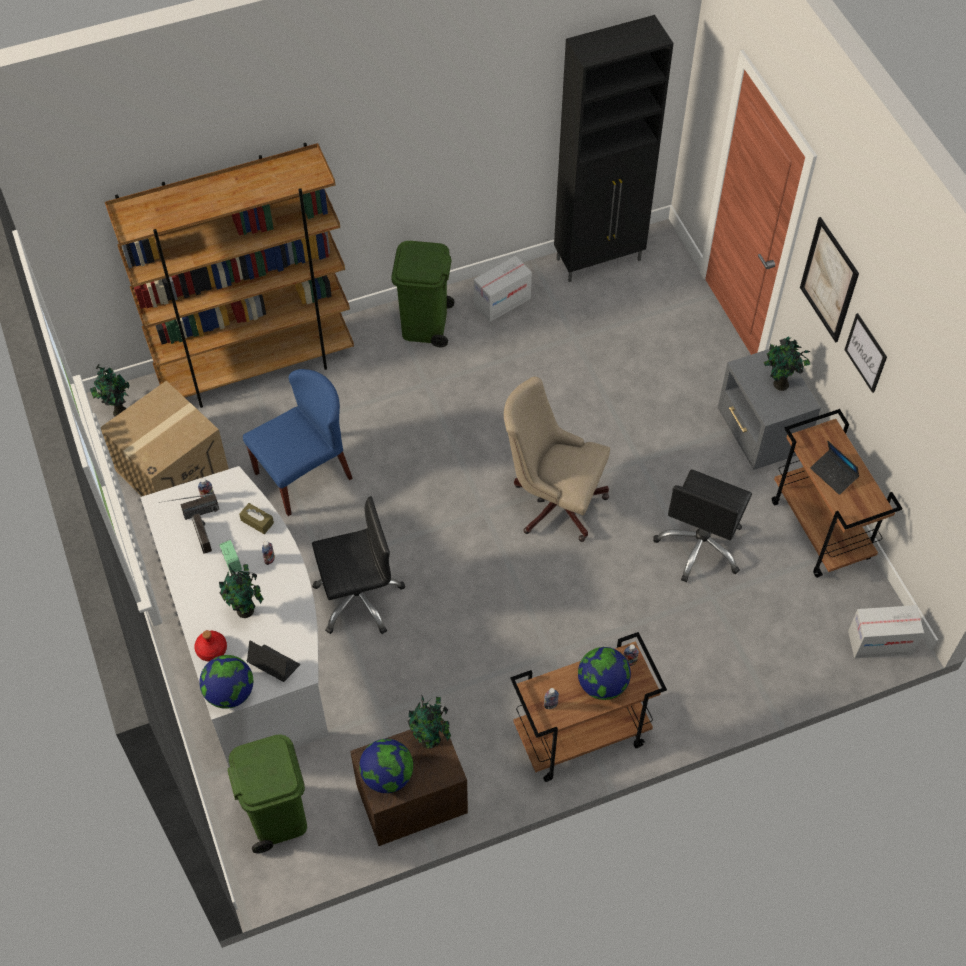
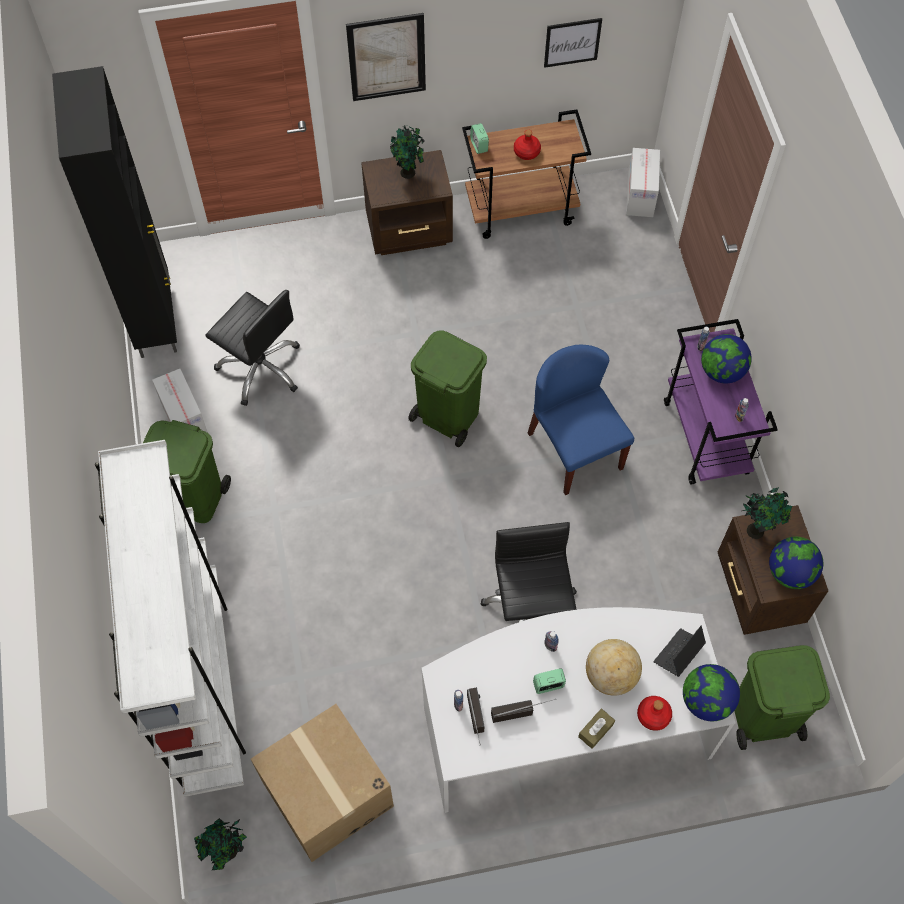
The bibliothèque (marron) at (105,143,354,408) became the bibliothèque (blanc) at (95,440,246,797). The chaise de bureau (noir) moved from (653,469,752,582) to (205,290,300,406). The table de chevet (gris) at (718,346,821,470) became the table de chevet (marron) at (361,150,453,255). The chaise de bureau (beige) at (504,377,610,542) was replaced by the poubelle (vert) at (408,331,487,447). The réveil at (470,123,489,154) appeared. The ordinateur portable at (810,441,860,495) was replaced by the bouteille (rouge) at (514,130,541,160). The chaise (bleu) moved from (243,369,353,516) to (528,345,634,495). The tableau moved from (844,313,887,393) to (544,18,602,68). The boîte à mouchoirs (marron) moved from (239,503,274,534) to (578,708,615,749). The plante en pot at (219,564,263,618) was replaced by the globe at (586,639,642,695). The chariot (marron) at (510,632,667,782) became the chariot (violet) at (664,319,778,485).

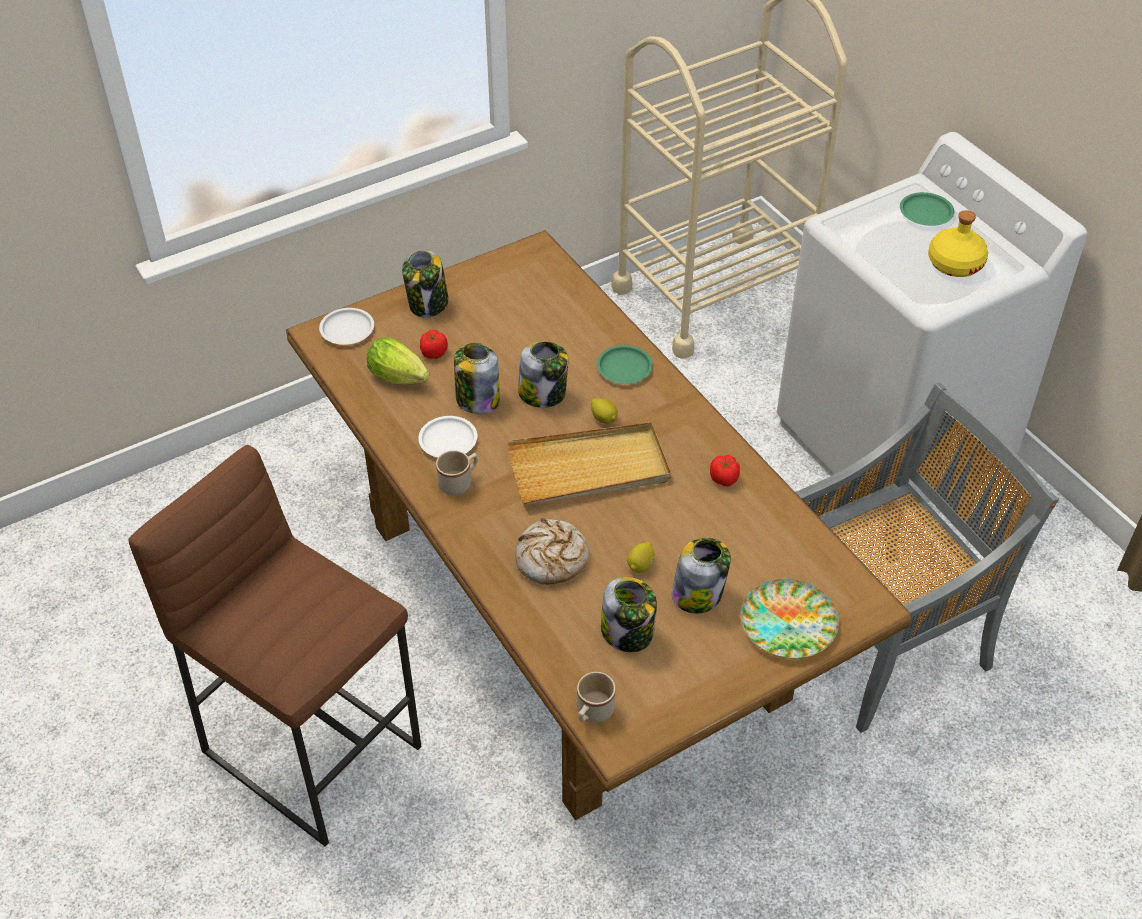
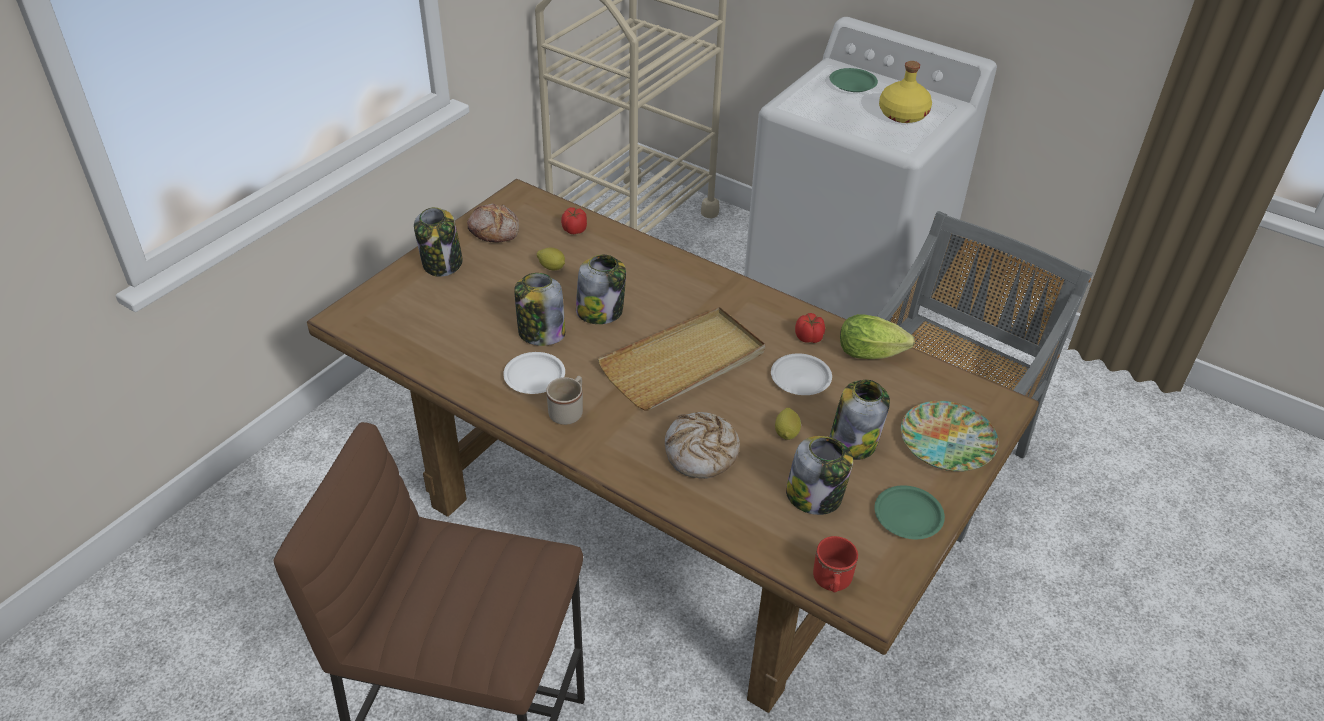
The pain at (467,204,519,243) appeared. The citron moved from (591,398,618,424) to (537,248,565,270). The tomate moved from (420,330,448,359) to (561,207,587,234). The assiette (blanc) moved from (319,308,374,345) to (771,353,832,395). The mug (beige) at (577,672,616,723) became the mug (rouge) at (813,536,858,592). The laitue moved from (367,337,429,384) to (840,314,915,359). The assiette (vert) moved from (597,345,653,384) to (874,485,945,539).

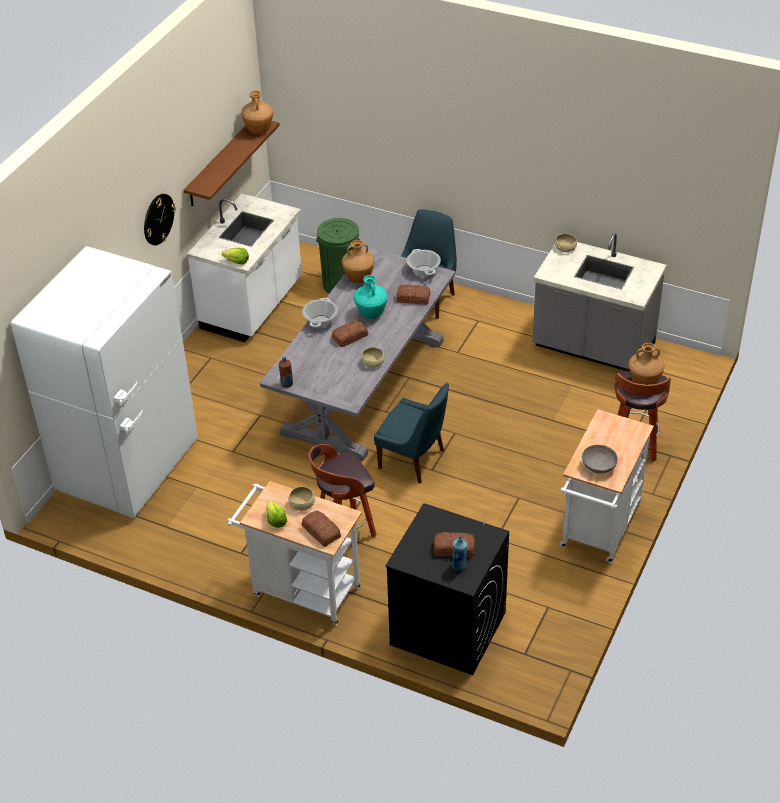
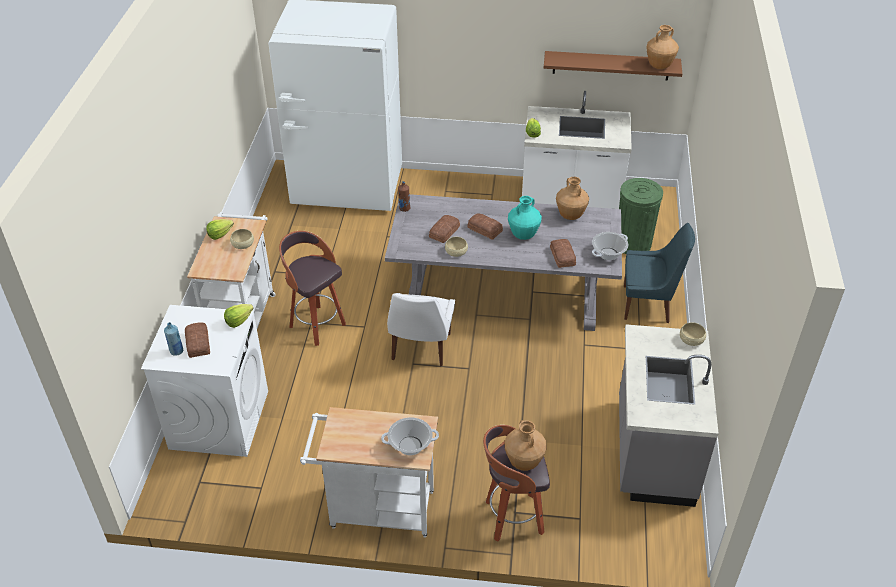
The lave-linge (noir) at (385,503,509,675) became the lave-linge (blanc) at (141,305,268,457). The laitue at (224,304,254,328) appeared. The marmite moved from (302,298,338,327) to (381,417,439,455). The chaise (bleu) at (374,383,449,484) became the chaise (blanc) at (387,293,455,366). The pain moved from (302,511,341,547) to (429,215,460,243). The horloge murale at (144,194,176,245) disappeared. The bol (gris) at (582,445,618,474) disappeared.

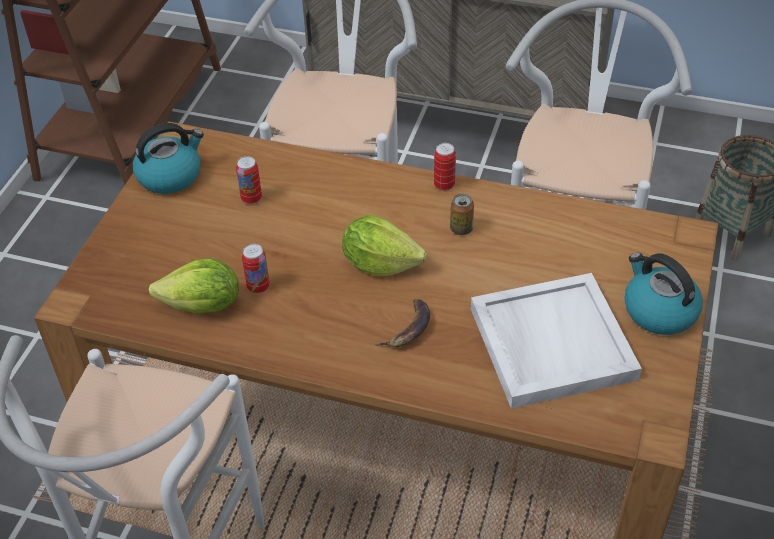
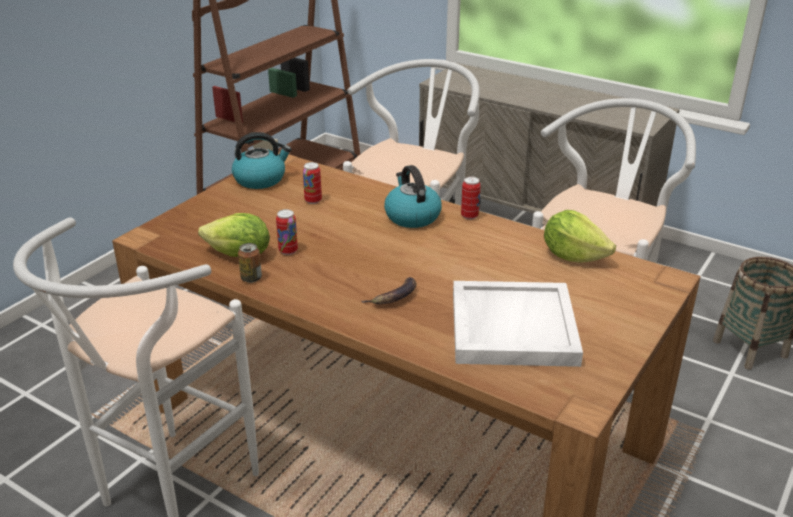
The boîte métallique moved from (450,194,474,235) to (238,243,262,283). The bouilloire moved from (624,253,703,335) to (384,165,442,228). The laitue moved from (342,215,427,276) to (544,210,616,263).

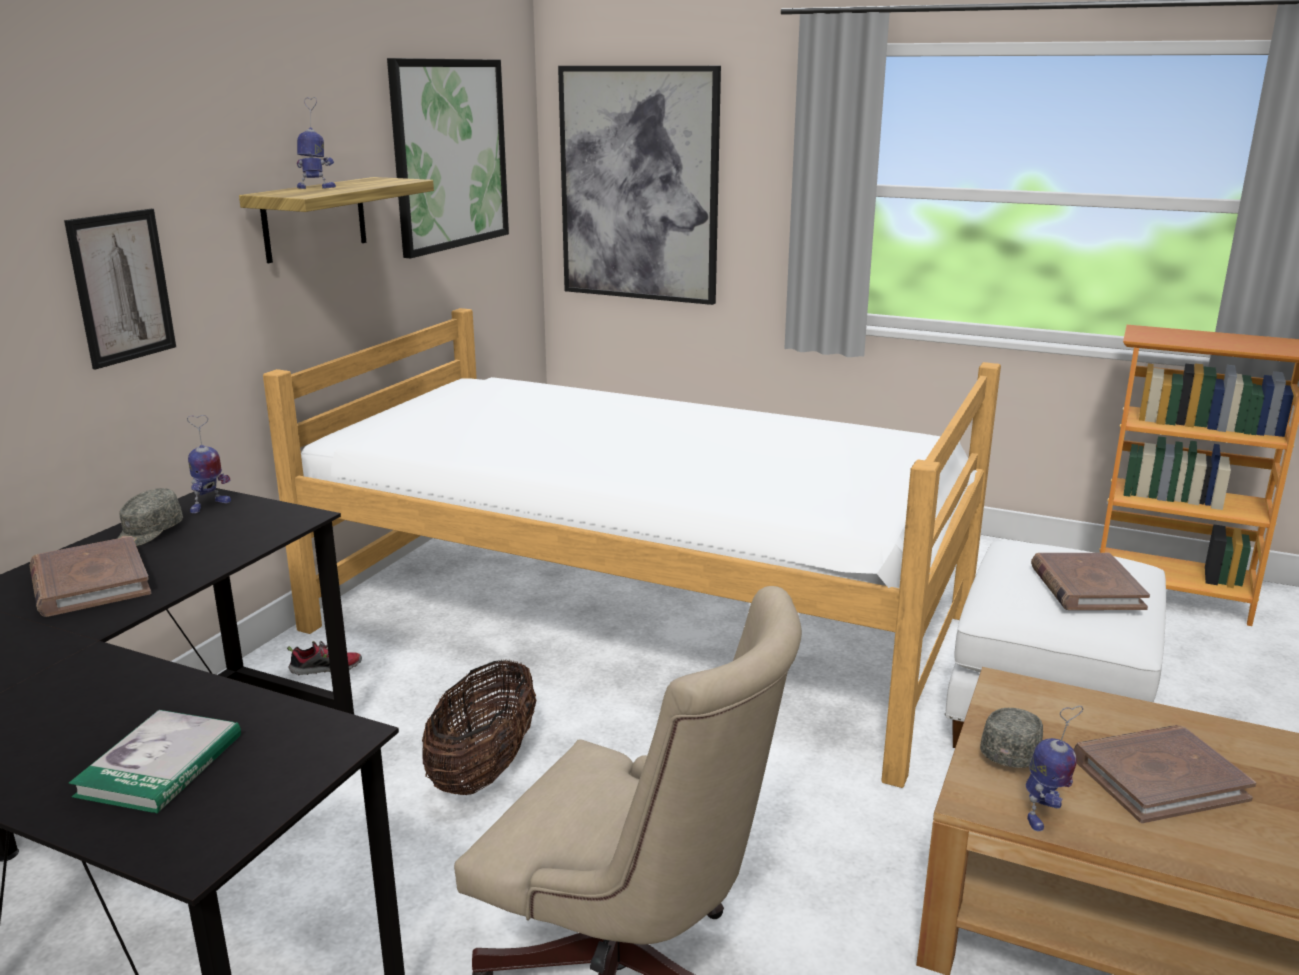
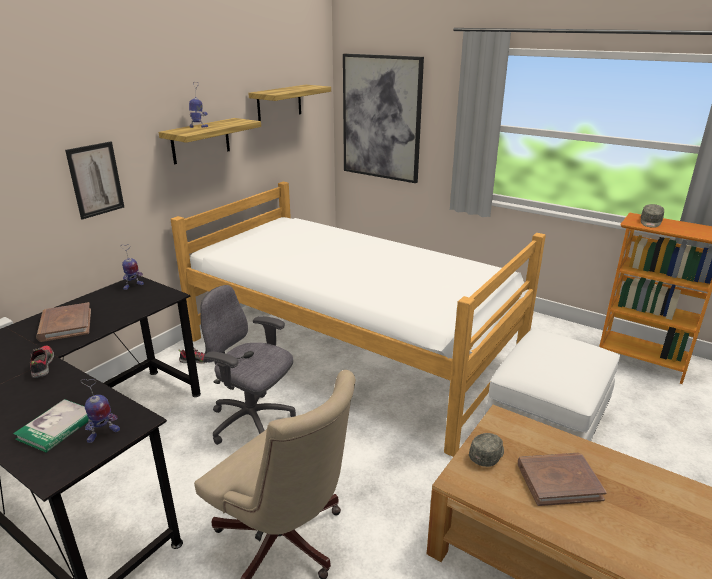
The chaussure at (30,345,54,378) appeared. The robot jouet moved from (1026,706,1083,831) to (81,379,120,443). The panier at (422,660,536,795) was replaced by the chaise de bureau (gris) at (200,285,296,445). The tableau at (387,58,509,258) was replaced by the étagère at (248,85,331,121). The casquette (gris) moved from (117,488,183,546) to (641,204,664,228). The livre (marron) at (1031,553,1150,610) disappeared.

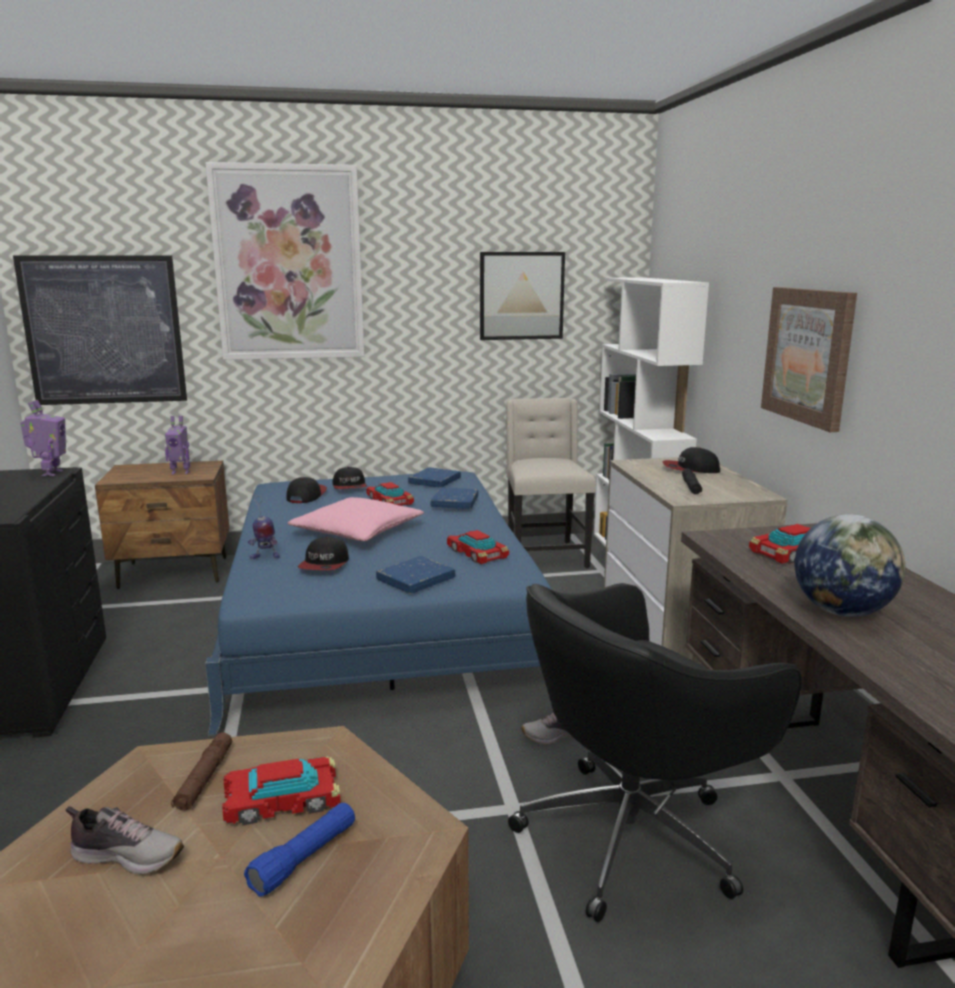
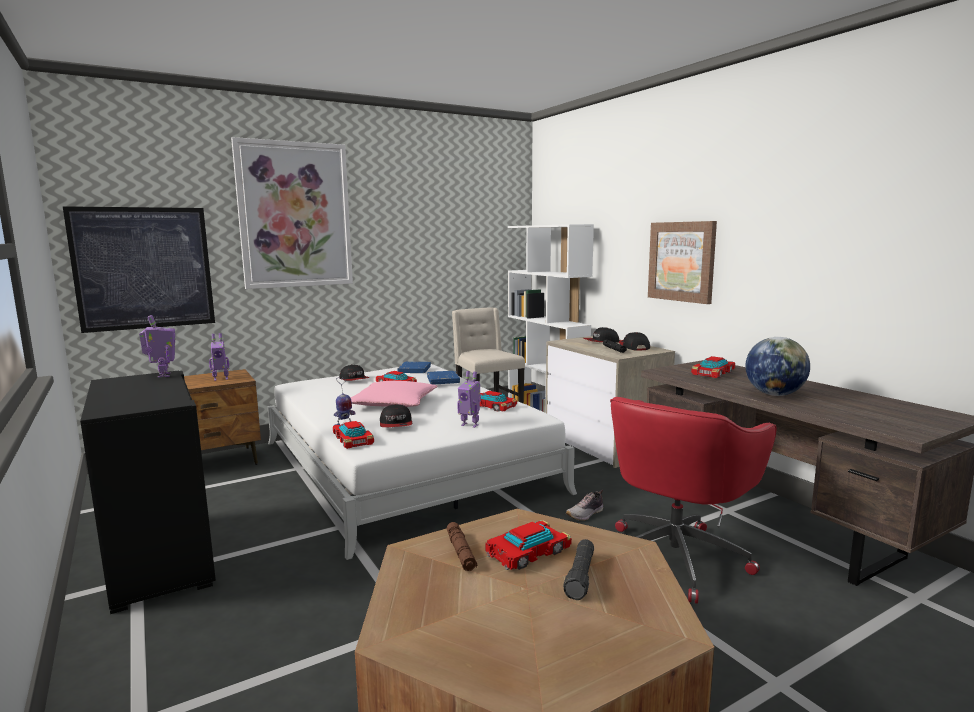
The lit (bleu) at (205,472,552,735) became the lit (blanc) at (268,364,577,560). The petite voiture at (333,421,374,449) appeared. The livre (bleu) at (376,556,455,594) was replaced by the robot jouet at (457,371,481,428). The lampe de poche (bleu) at (244,803,355,897) became the lampe de poche (noir) at (563,539,594,600). The chaise de bureau (noir) at (508,583,802,922) became the chaise de bureau (rouge) at (610,397,777,604). The casquette moved from (287,477,327,503) to (619,332,650,351). The chaussure at (65,806,184,875) disappeared. The tableau at (480,252,565,340) disappeared.

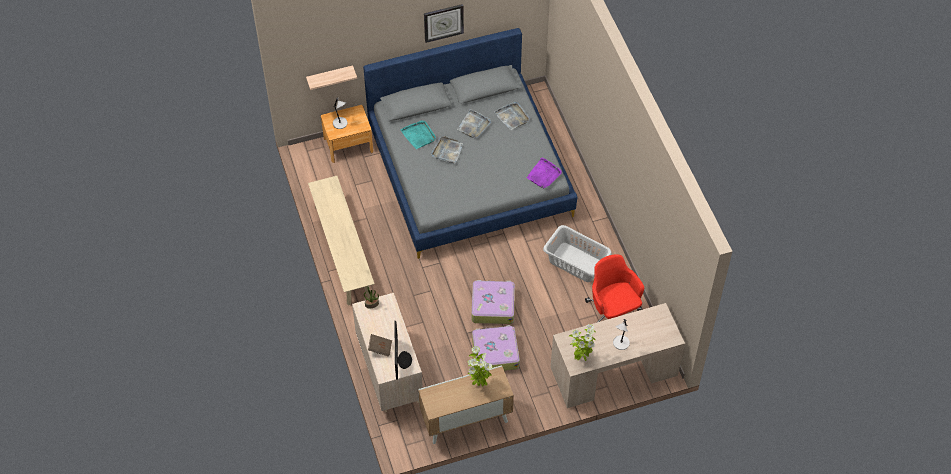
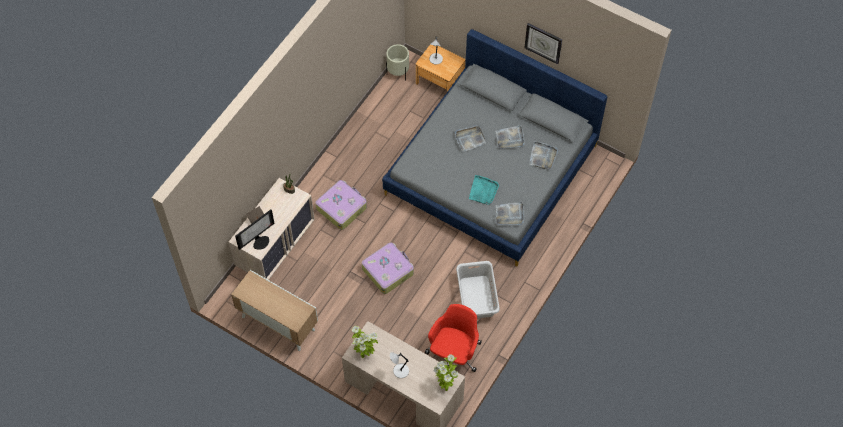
The valise moved from (472,325,520,371) to (315,180,367,230). The cache-pot (beige) at (386,44,409,81) appeared. The plante en pot moved from (467,346,492,386) to (434,354,458,391). The plateau (turquoise) moved from (401,120,436,149) to (469,175,499,205). The plateau (violet) at (526,158,562,189) became the plateau (gris) at (495,201,524,225). The étagère at (306,65,357,90) disappeared. The banc (beige) at (308,176,375,305) disappeared.

